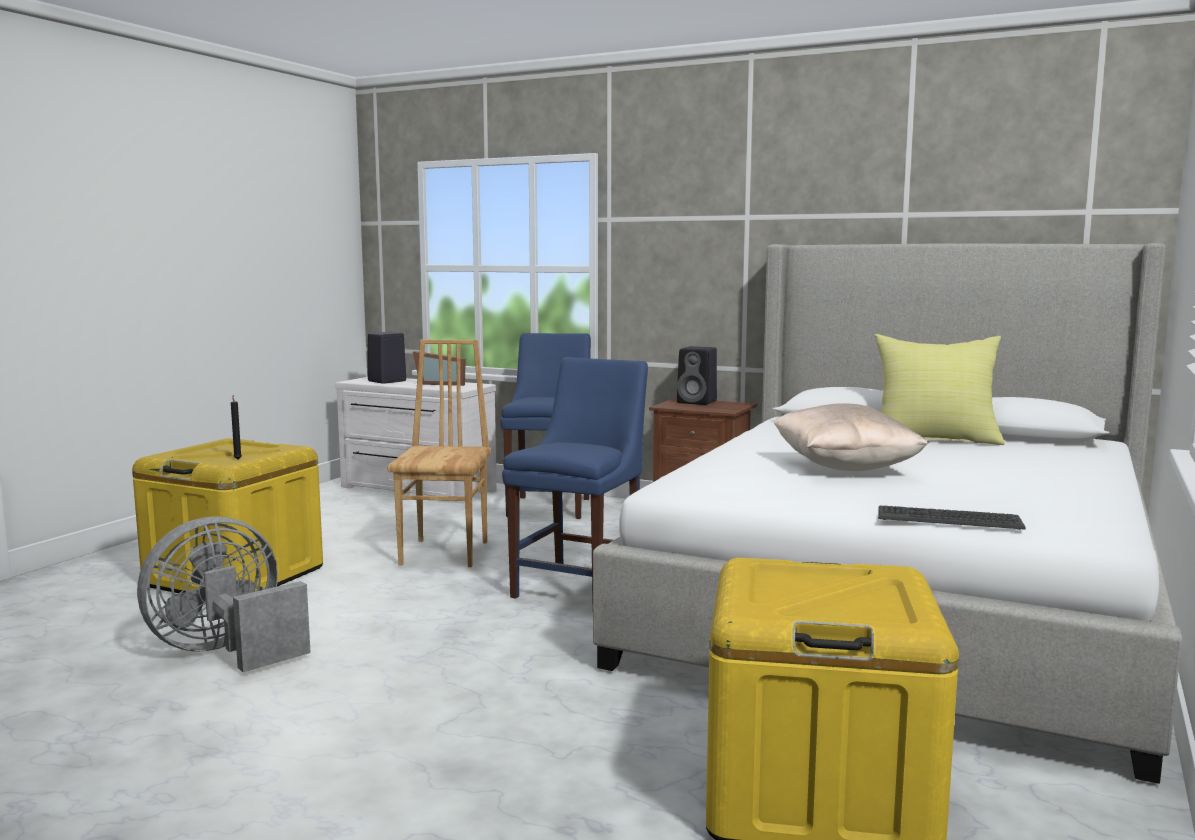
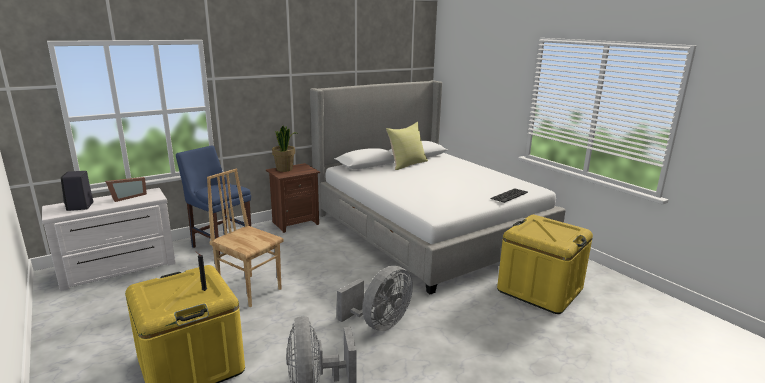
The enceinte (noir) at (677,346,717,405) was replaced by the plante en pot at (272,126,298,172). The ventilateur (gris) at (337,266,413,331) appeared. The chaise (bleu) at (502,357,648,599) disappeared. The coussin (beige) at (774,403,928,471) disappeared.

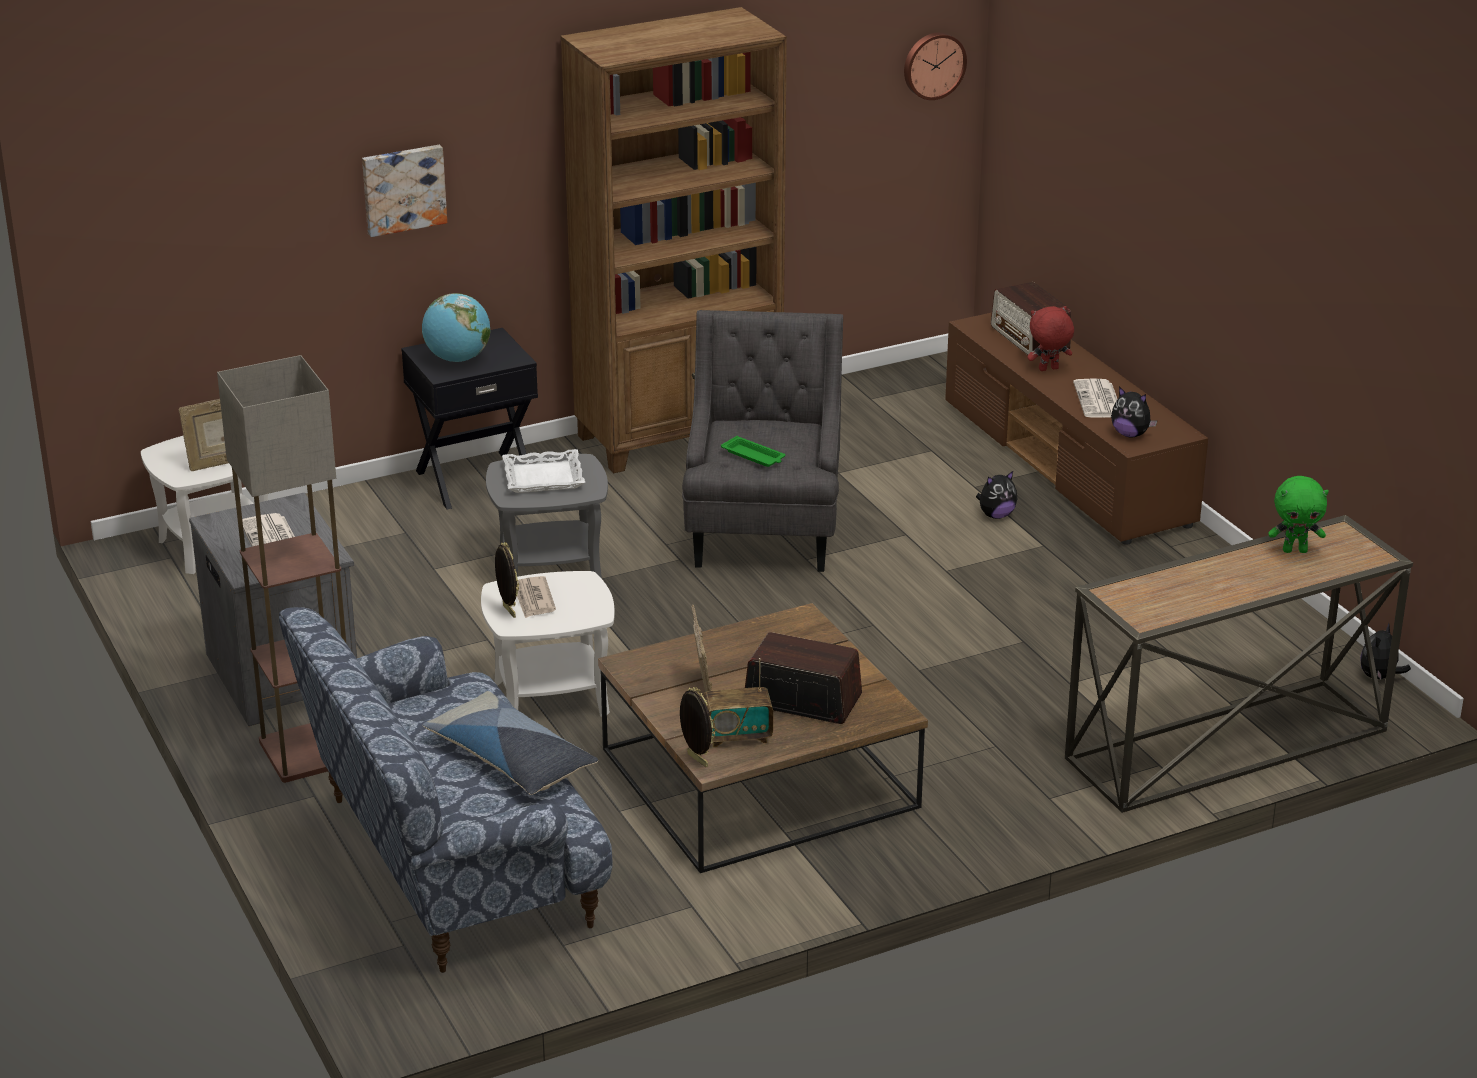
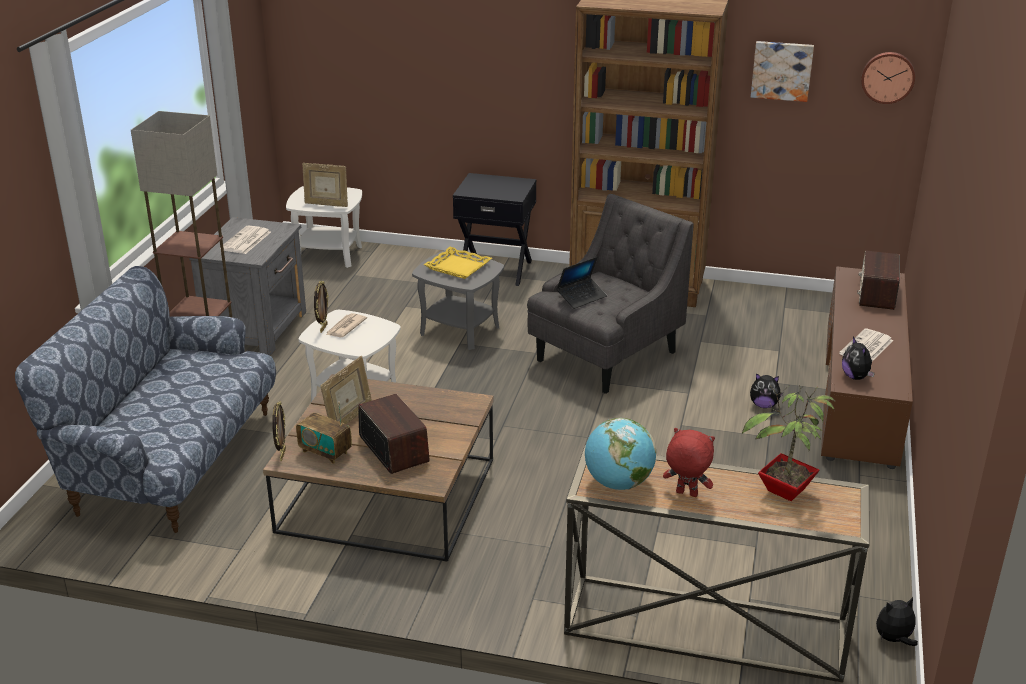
The plateau (blanc) at (502,449,585,493) became the plateau (jaune) at (423,247,492,279). The plateau (vert) at (721,436,786,467) was replaced by the ordinateur portable at (556,257,607,309). The globe moved from (422,293,490,362) to (585,418,656,490). The peluche (rouge) moved from (1027,306,1074,371) to (663,428,715,497). The peluche (vert) at (1268,476,1329,553) was replaced by the plante en pot at (742,385,836,501). The tableau moved from (362,145,447,237) to (751,41,814,102). The coussin at (423,691,598,795) disappeared.

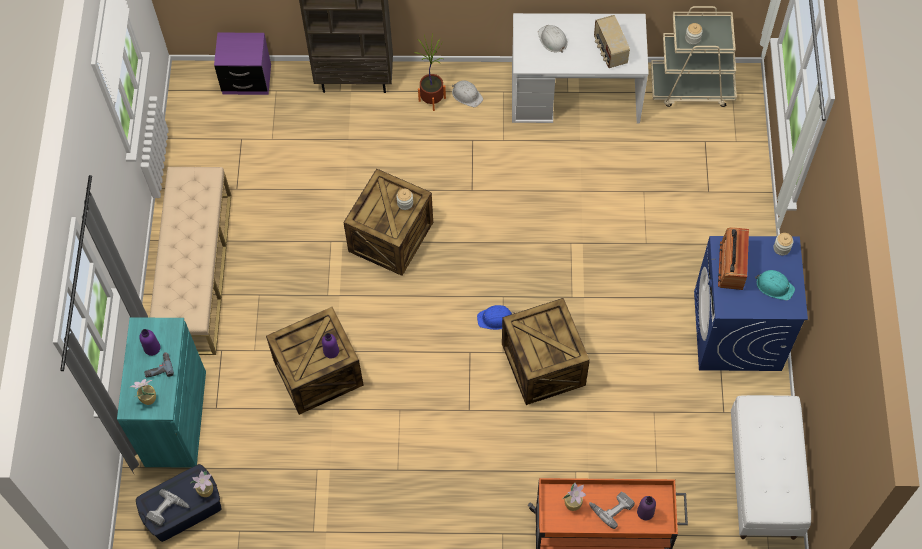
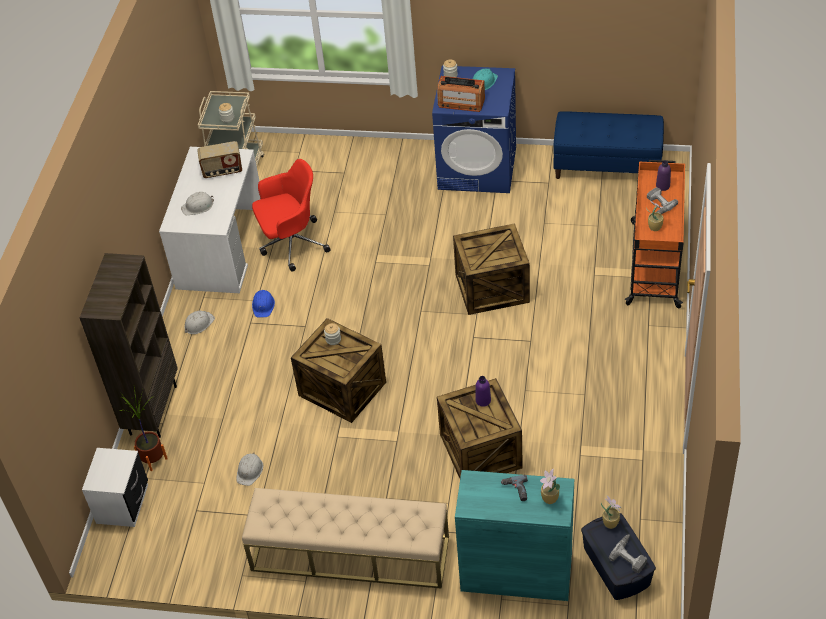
The table de chevet (violet) at (214,33,271,95) became the table de chevet (blanc) at (82,448,148,527). The plante en pot moved from (418,35,446,111) to (120,387,168,471). The casque de chantier (blanc) at (237,453,263,486) appeared. The chaise de bureau (rouge) at (252,159,331,271) appeared. The casque de chantier (bleu) moved from (477,305,515,330) to (252,290,275,317). The banc (blanc) at (731,395,811,540) became the banc (bleu) at (553,111,664,179). The bouteille (violet) at (139,329,161,356) disappeared.

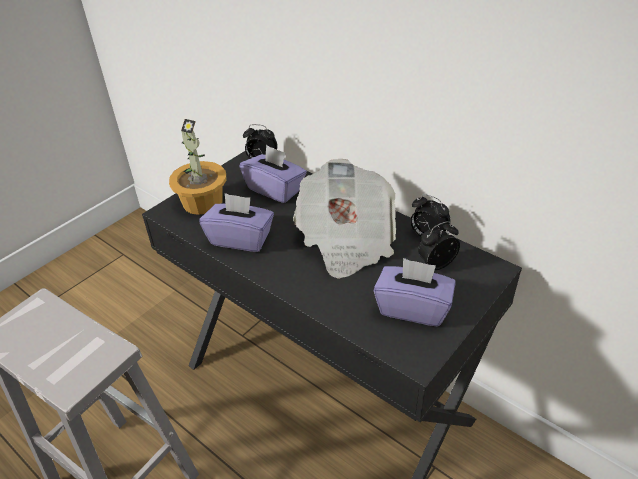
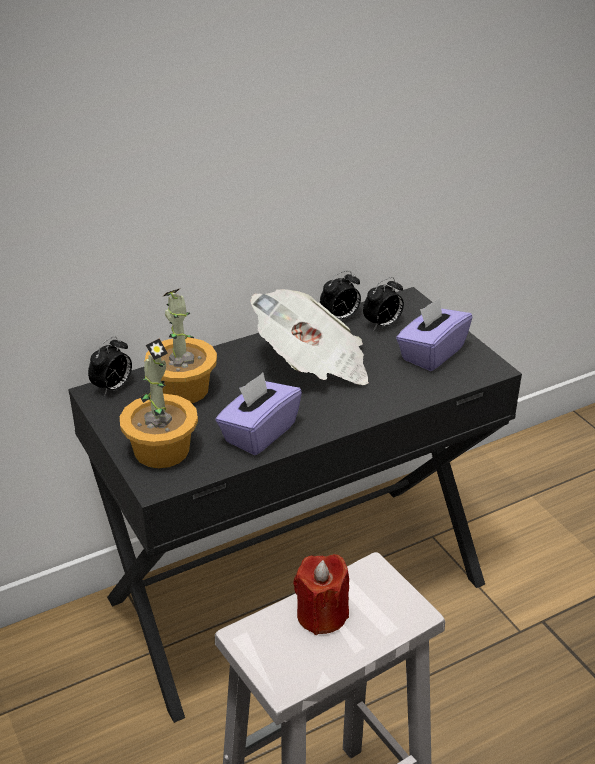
The boîte à mouchoirs (violet) at (239,145,307,203) was replaced by the plante en pot at (145,289,217,403). The bougie (rouge) at (293,554,349,635) appeared. The réveil at (418,221,460,270) turned 120 degrees counterclockwise.

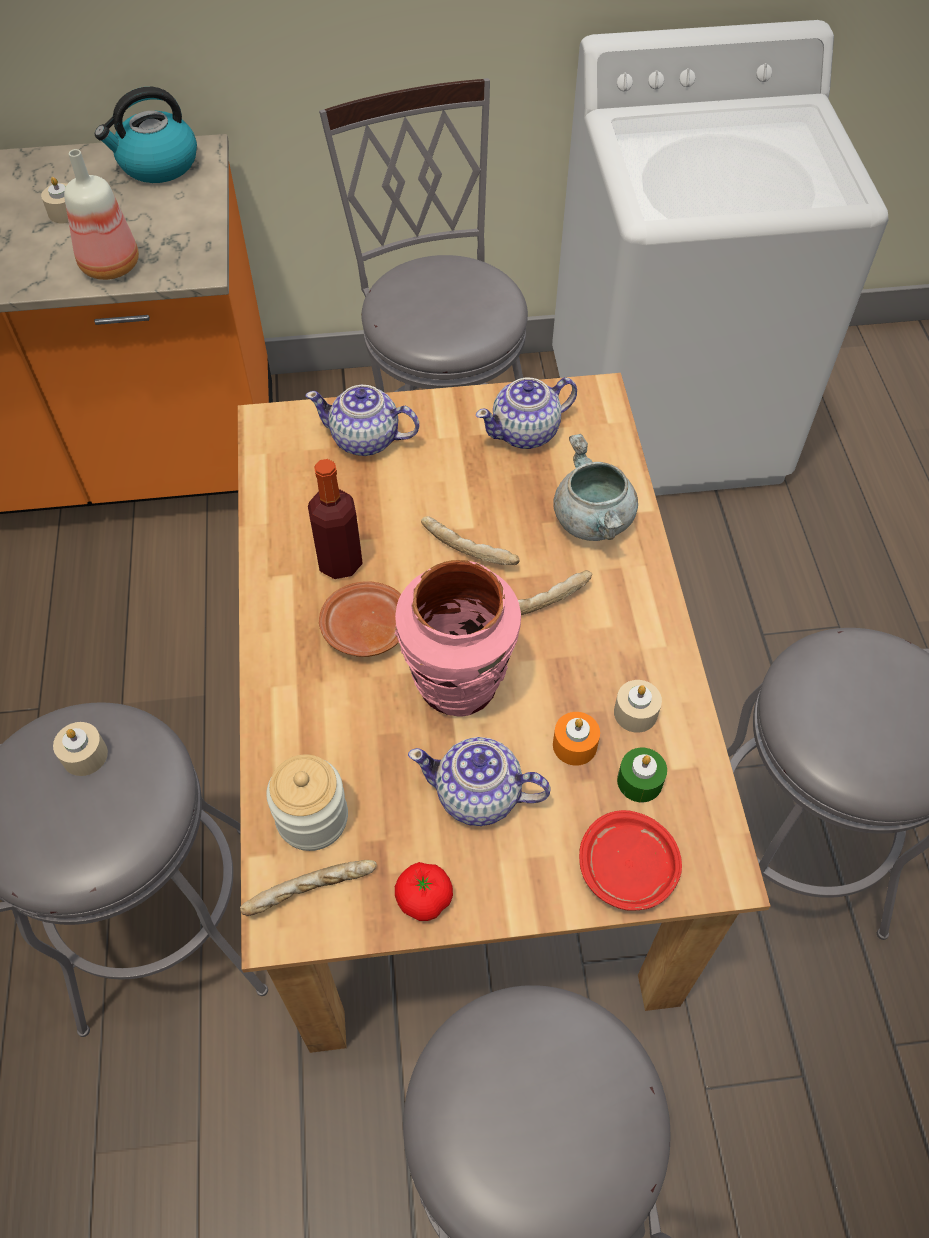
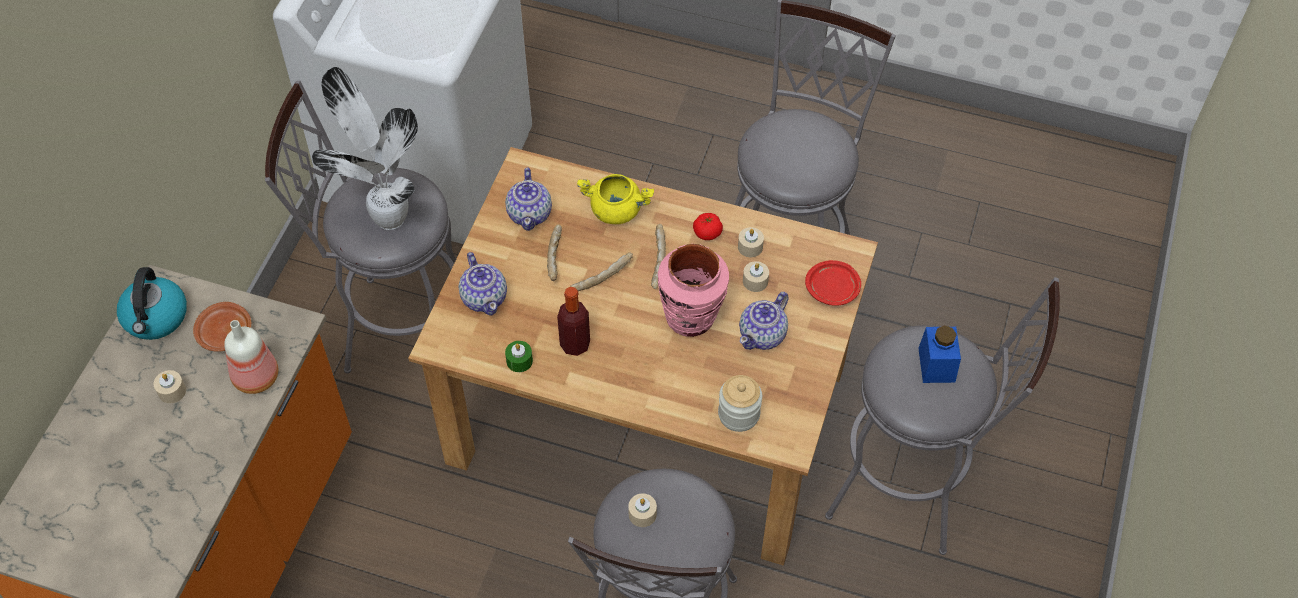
The assiette (marron) moved from (319,581,401,657) to (193,302,251,352). The plante en pot at (312,67,418,230) appeared. The théière at (306,385,419,456) turned 60 degrees counterclockwise. The bougie (vert) moved from (617,748,667,802) to (505,341,533,372). The pain moved from (240,860,377,916) to (547,224,562,281). The marmite (gris) at (554,434,638,541) became the marmite (jaune) at (577,174,654,224). The tomate moved from (395,862,453,921) to (693,213,723,240). The bougie (orange) at (553,712,600,766) became the bougie (beige) at (743,261,769,292). The bocal (bleu) at (918,325,961,383) appeared.

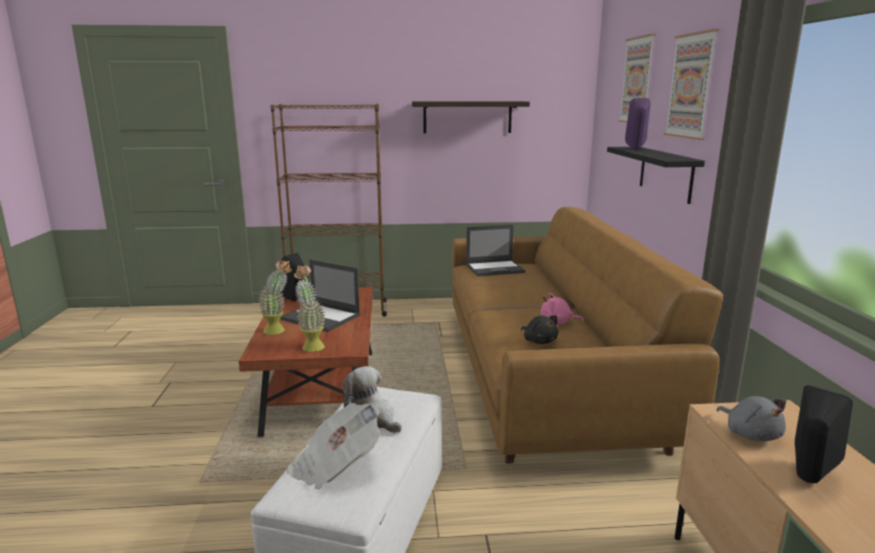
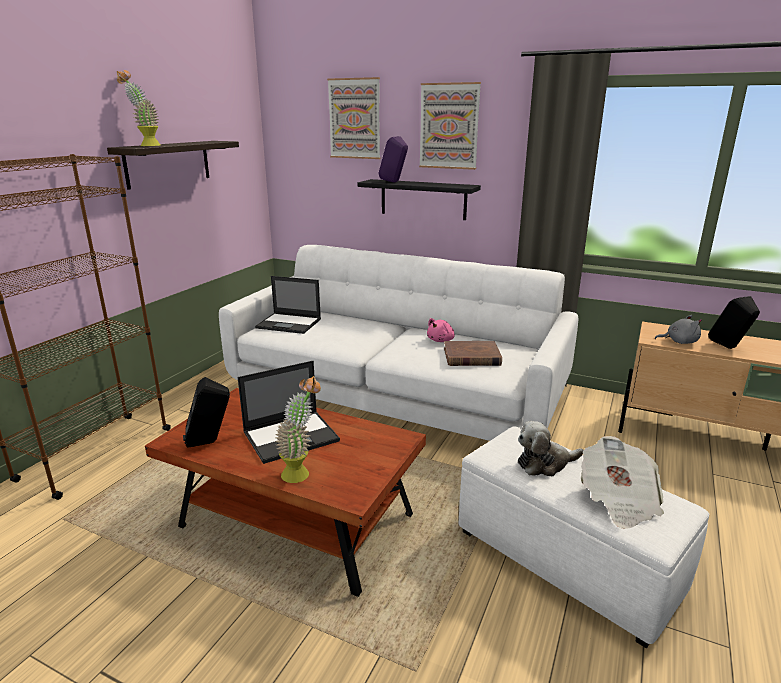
The plante en pot moved from (294,265,326,352) to (117,70,160,146). The canapé (marron) at (452,207,723,464) became the canapé (blanc) at (219,245,578,441). The ordinateur portable at (466,225,526,276) turned 90 degrees clockwise. The peluche (noir) at (521,315,558,344) was replaced by the livre (marron) at (444,341,502,366).

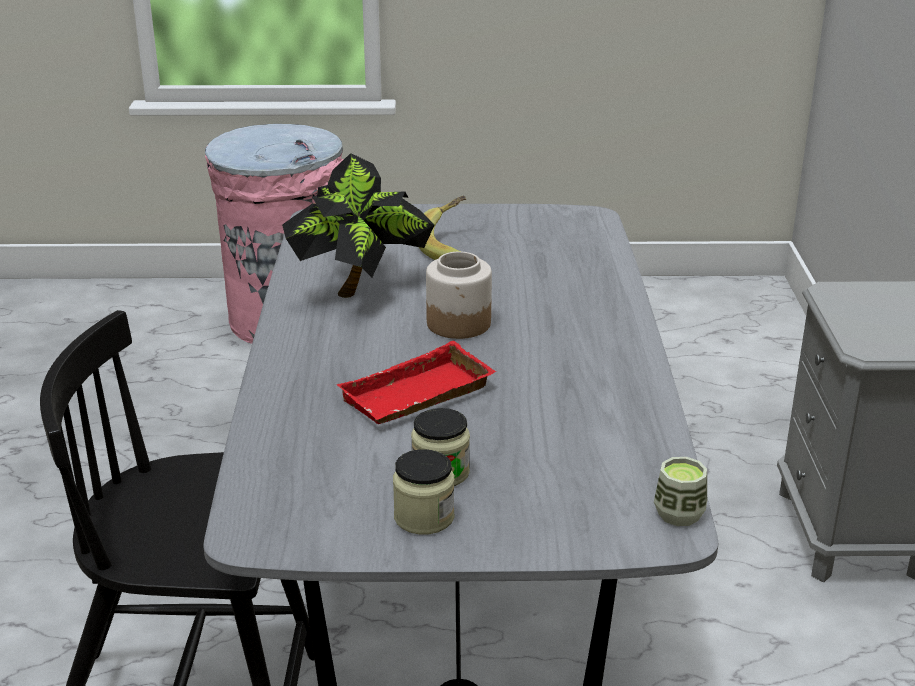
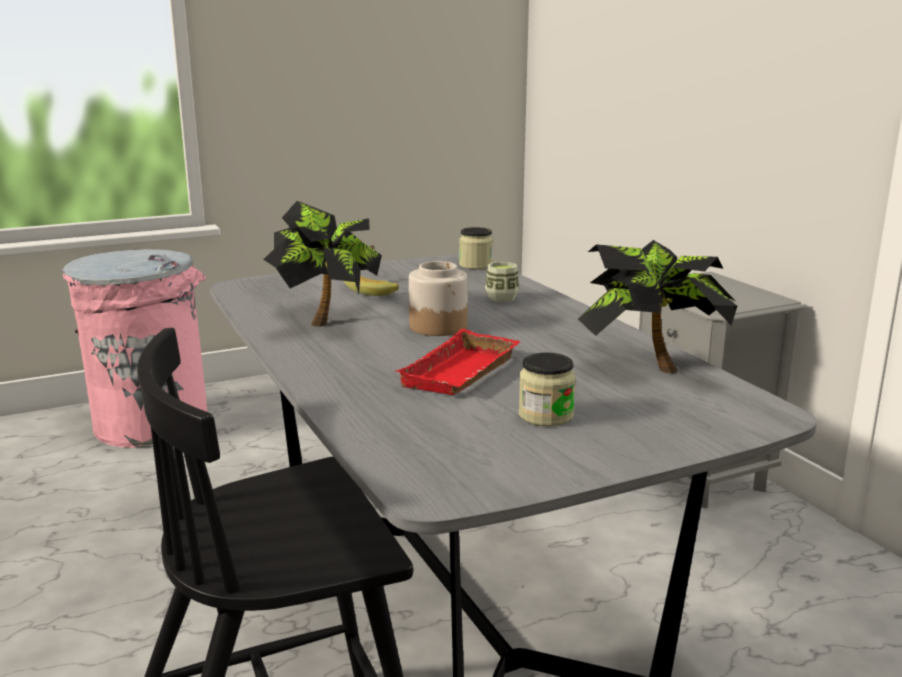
The bocal moved from (393,449,455,535) to (459,227,493,269). The tasse moved from (654,457,707,526) to (485,262,519,302). The plante en pot at (578,240,737,373) appeared.

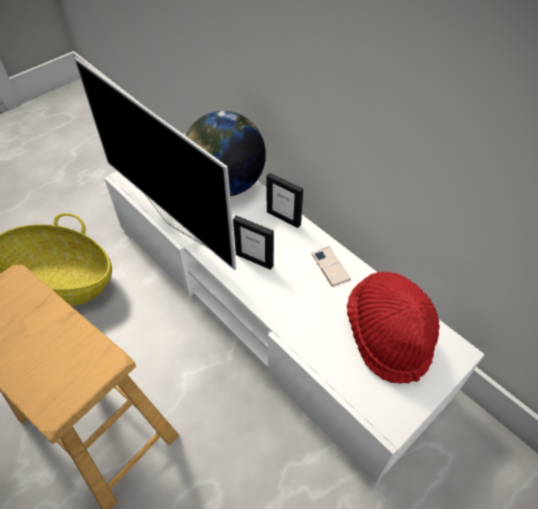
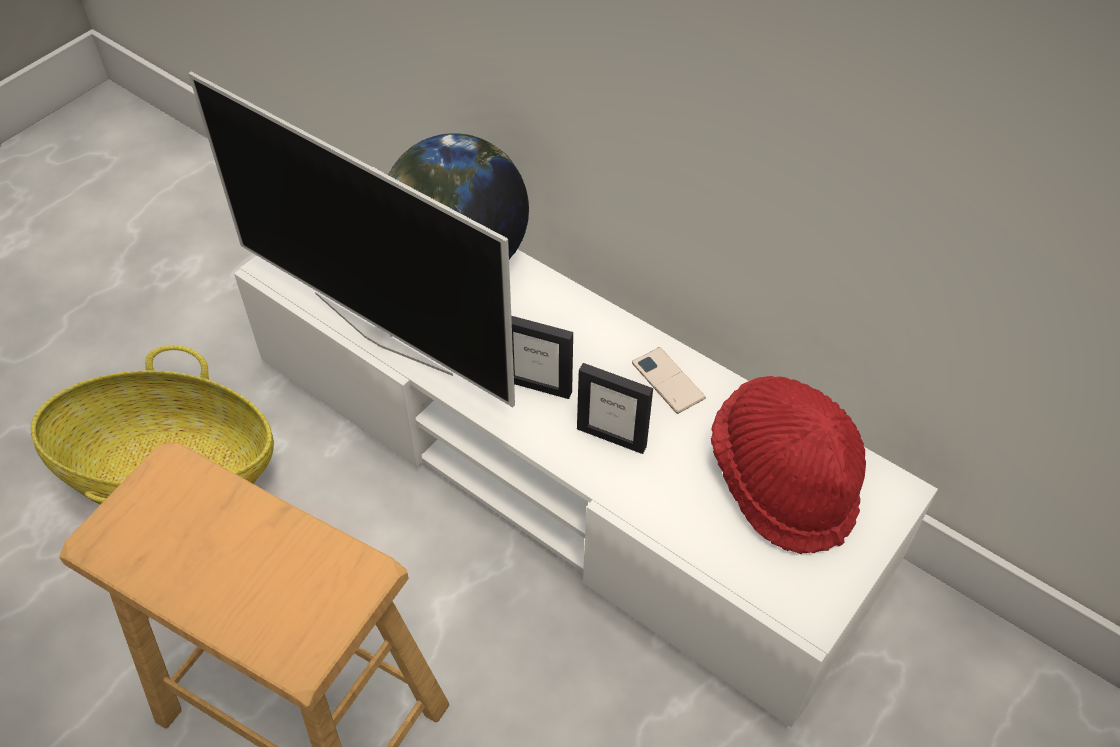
The cadre photo moved from (267,173,303,228) to (577,363,653,454).

